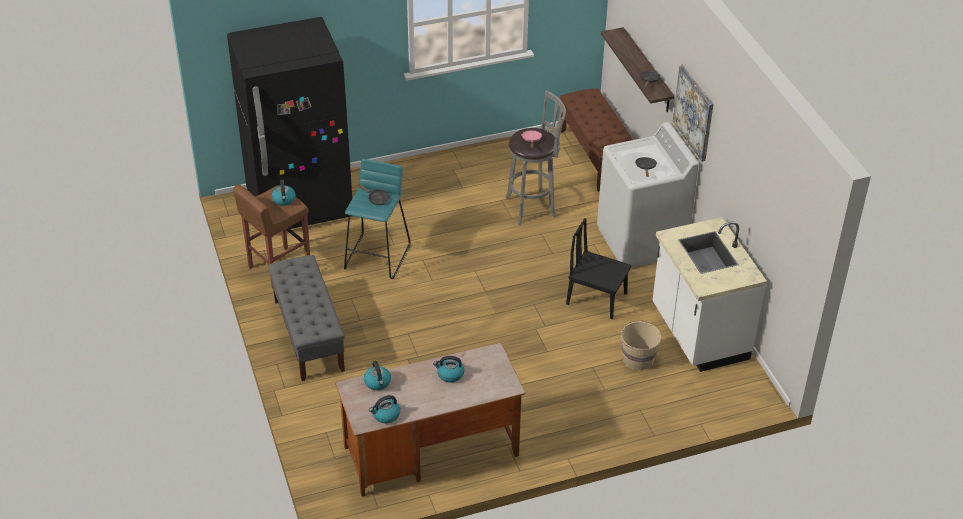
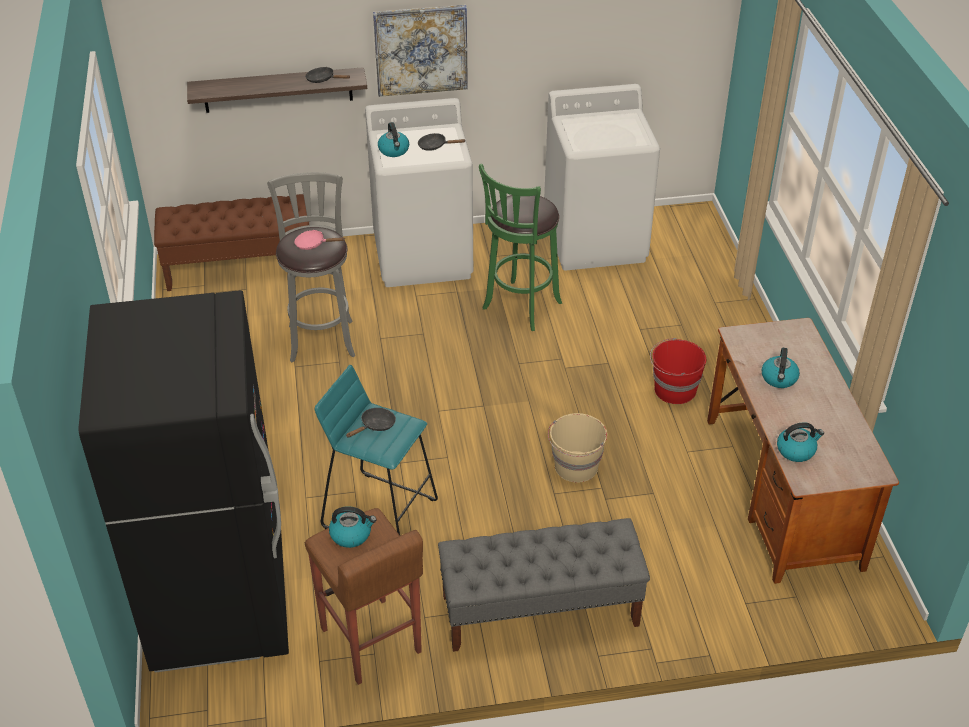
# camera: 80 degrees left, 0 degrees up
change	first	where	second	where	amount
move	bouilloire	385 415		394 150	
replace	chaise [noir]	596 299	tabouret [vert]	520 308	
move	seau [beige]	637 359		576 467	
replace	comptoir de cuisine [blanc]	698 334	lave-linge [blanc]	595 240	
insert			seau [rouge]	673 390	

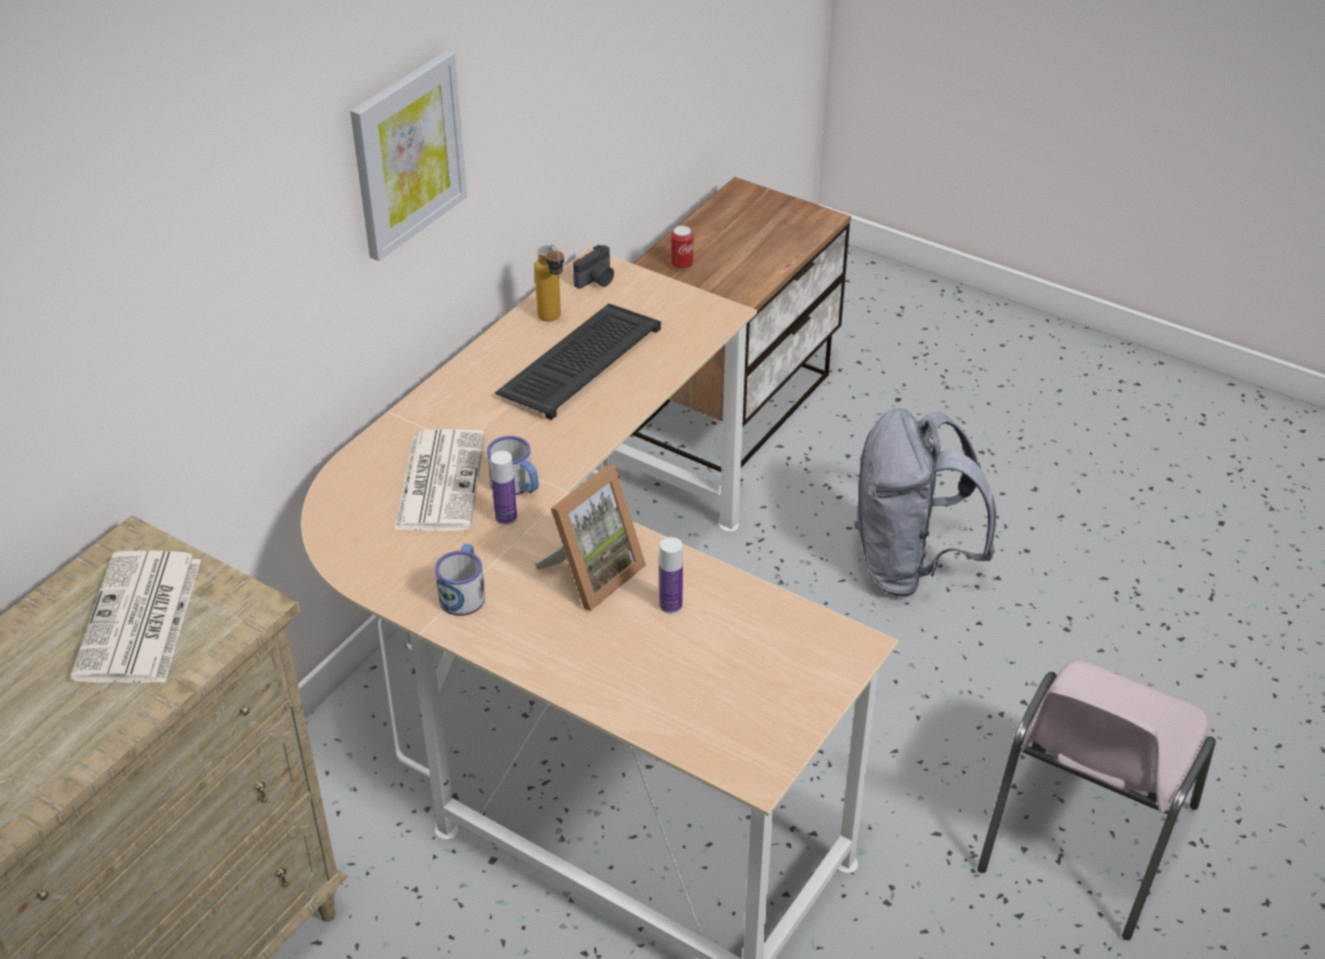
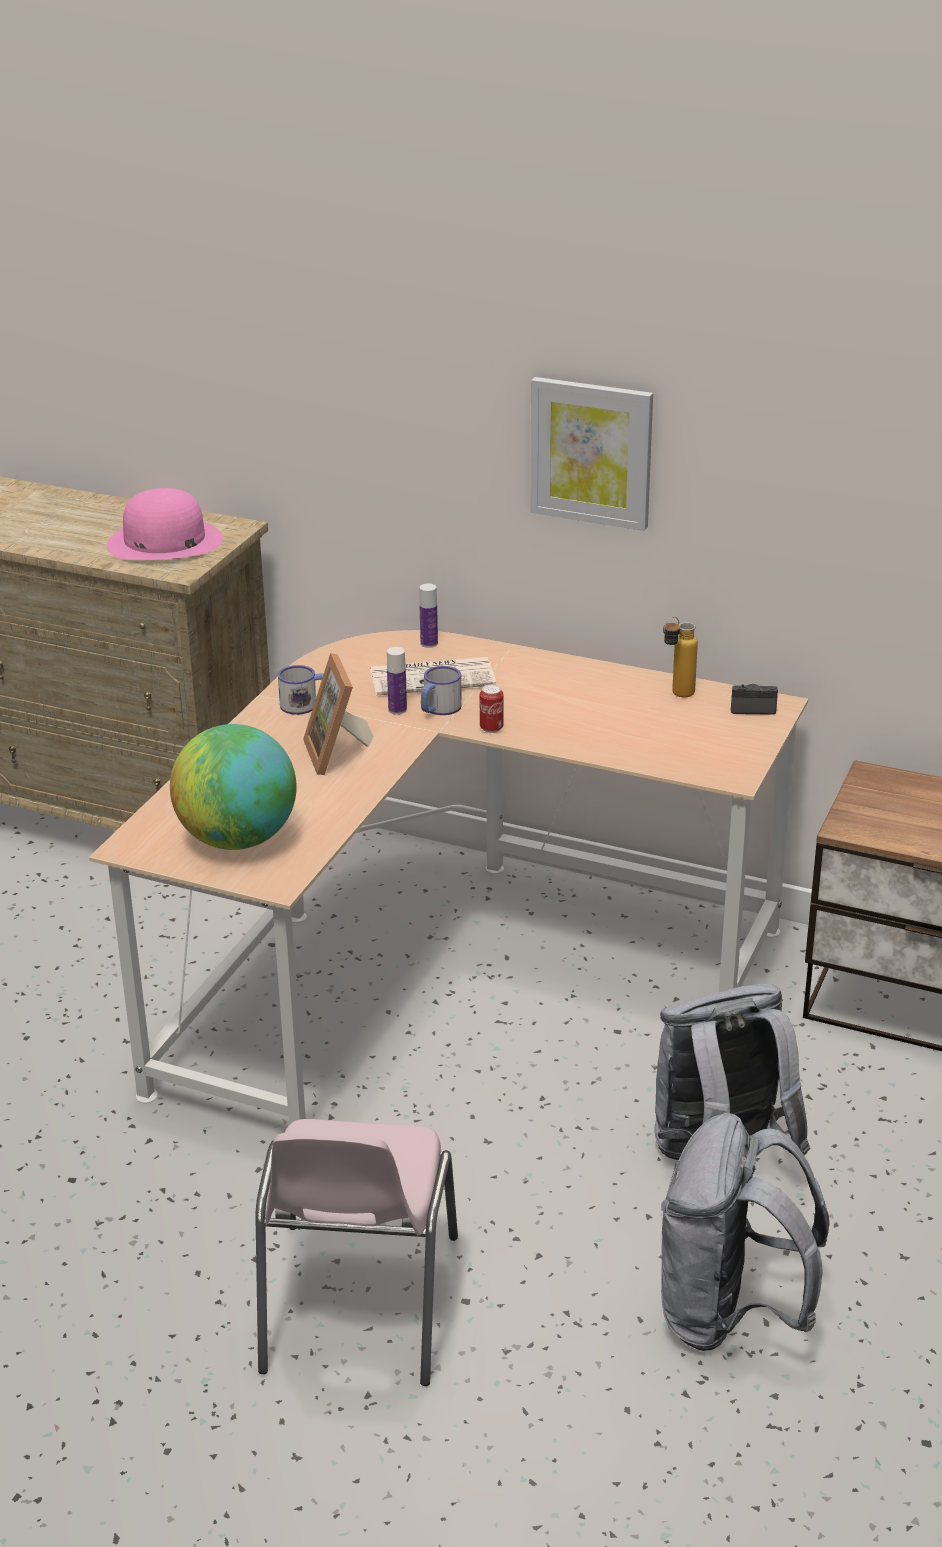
# camera: 80 degrees right, 10 degrees down
change	first	where	second	where	amount
replace	journal	139 620	chapeau [rose]	164 542	
delete	clavier	580 361			
rotate	cadre photo	591 574		339 754	45 degrees clockwise
rotate	appareil photo	596 280		752 708	150 degrees clockwise
move	bouteille	670 605		429 643	
move	boîte métallique	682 265		491 728	
rotate	chaise [rose]	1083 839		356 1305	105 degrees counterclockwise
insert			globe	237 839	
insert			sac à dos [gris]	730 1314	

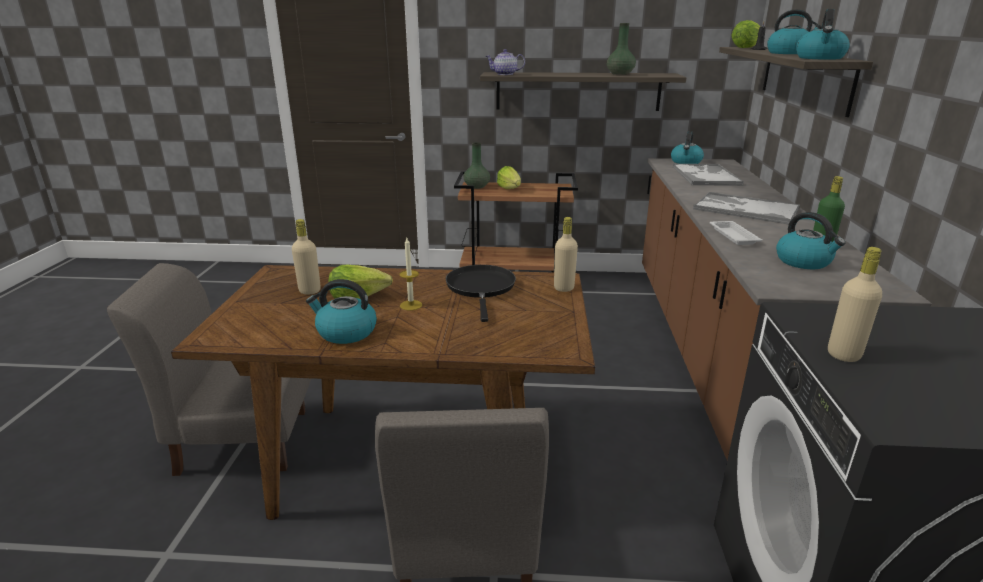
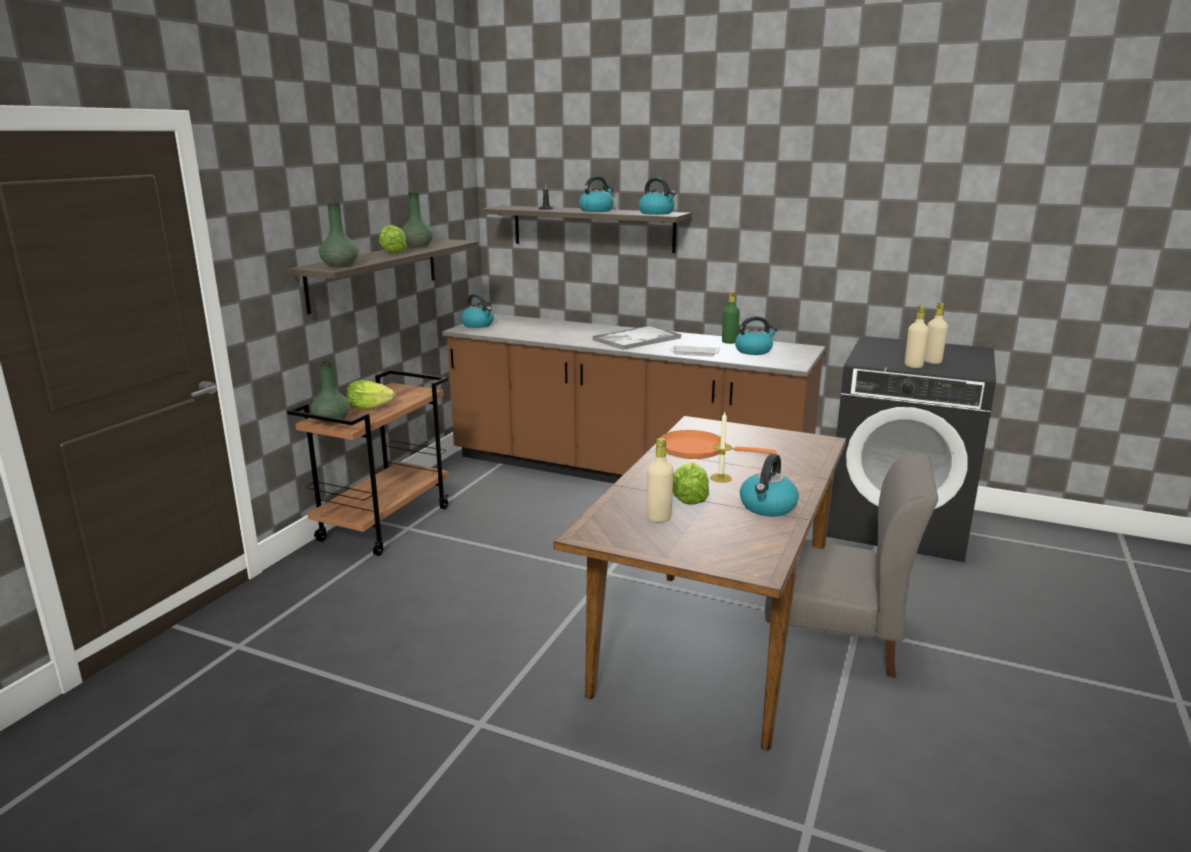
# camera: 70 degrees left, 5 degrees down
change	first	where	second	where	amount
delete	chaise [gris]	243 440			
recolor	poêle [noir]	481 288	poêle [orange]	697 449	
replace	théière	505 74	vase [vert]	340 266	
move	bouteille [beige]	564 288		932 362	
delete	plateau	705 176			
move	laitue	745 47		392 252	

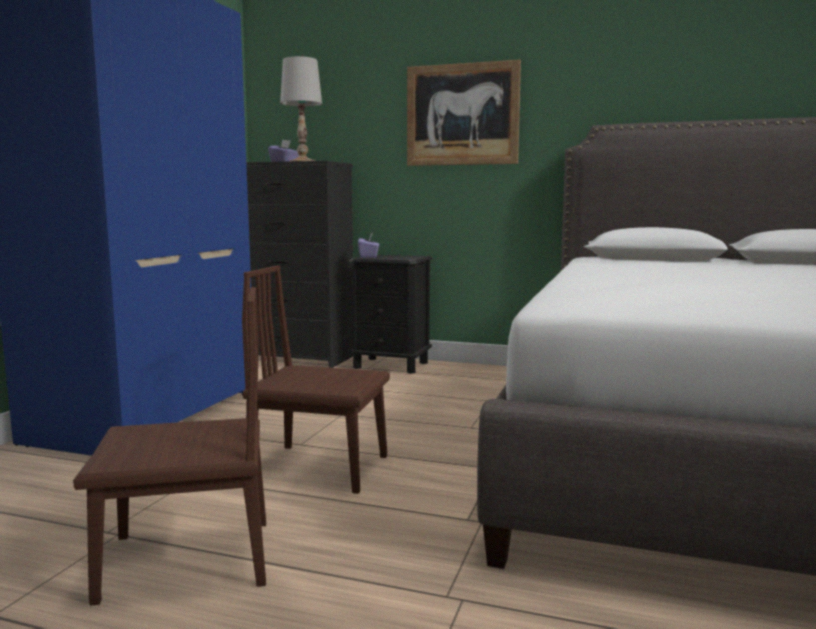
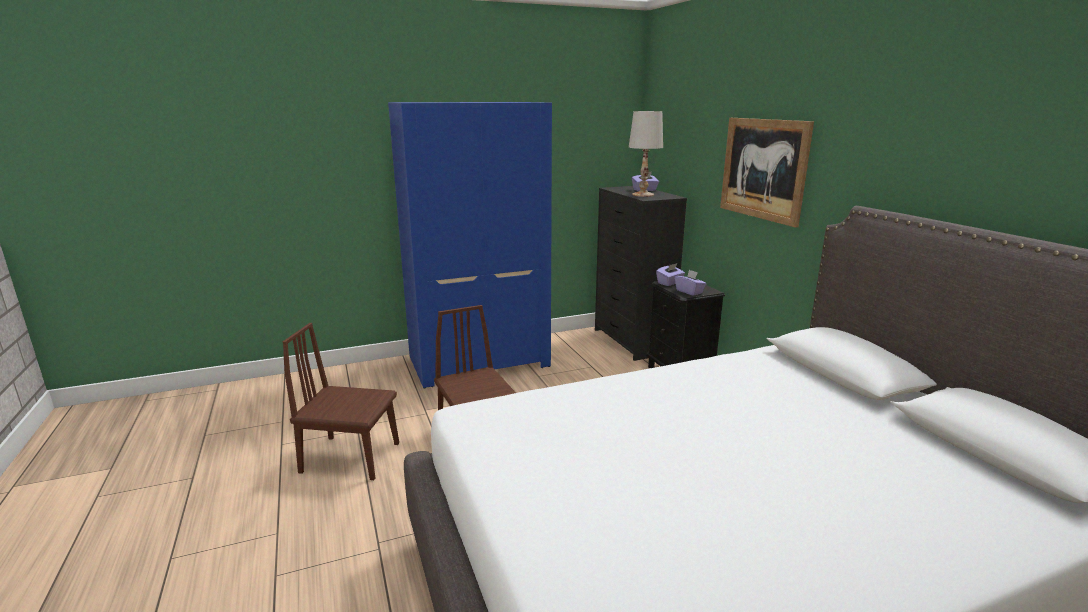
# camera: 50 degrees right, 10 degrees up
change	first	where	second	where	amount
rotate	chaise [marron]	187 560		351 457	150 degrees clockwise
insert			boîte à mouchoirs [violet]	689 292	

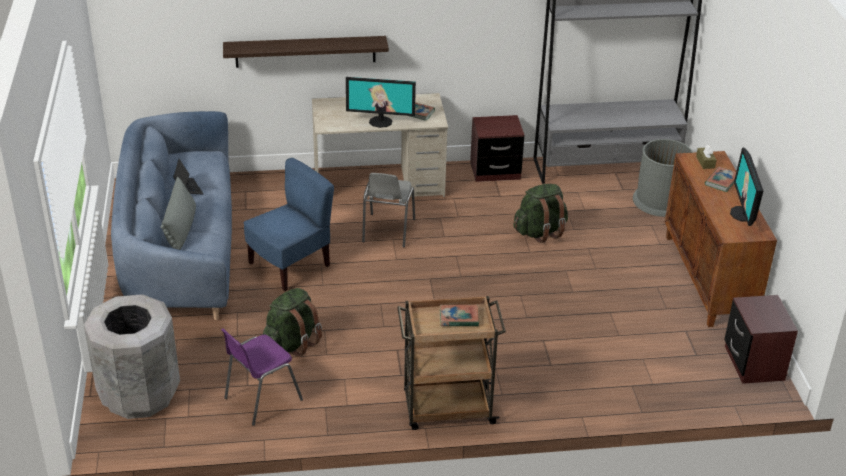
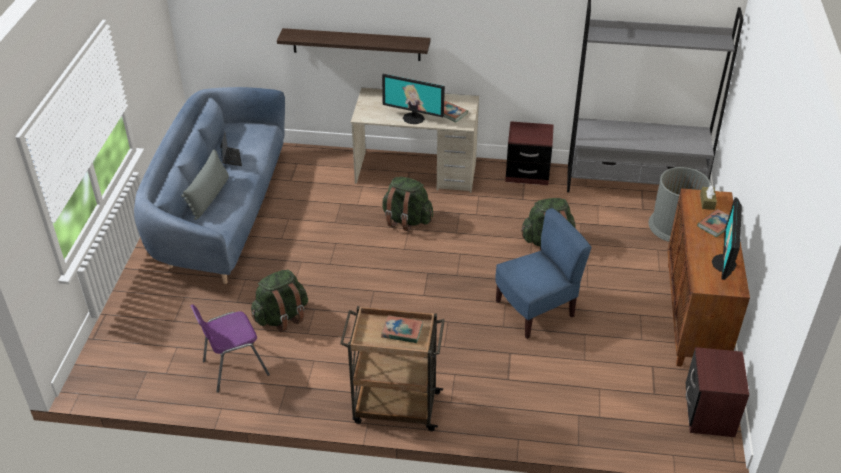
# camera: 15 degrees right, 5 degrees up
change	first	where	second	where	amount
delete	poubelle [gris]	139 395			
move	chaise [bleu]	290 265		535 310	
replace	chaise [gris]	387 231	sac à dos [vert]	406 220	

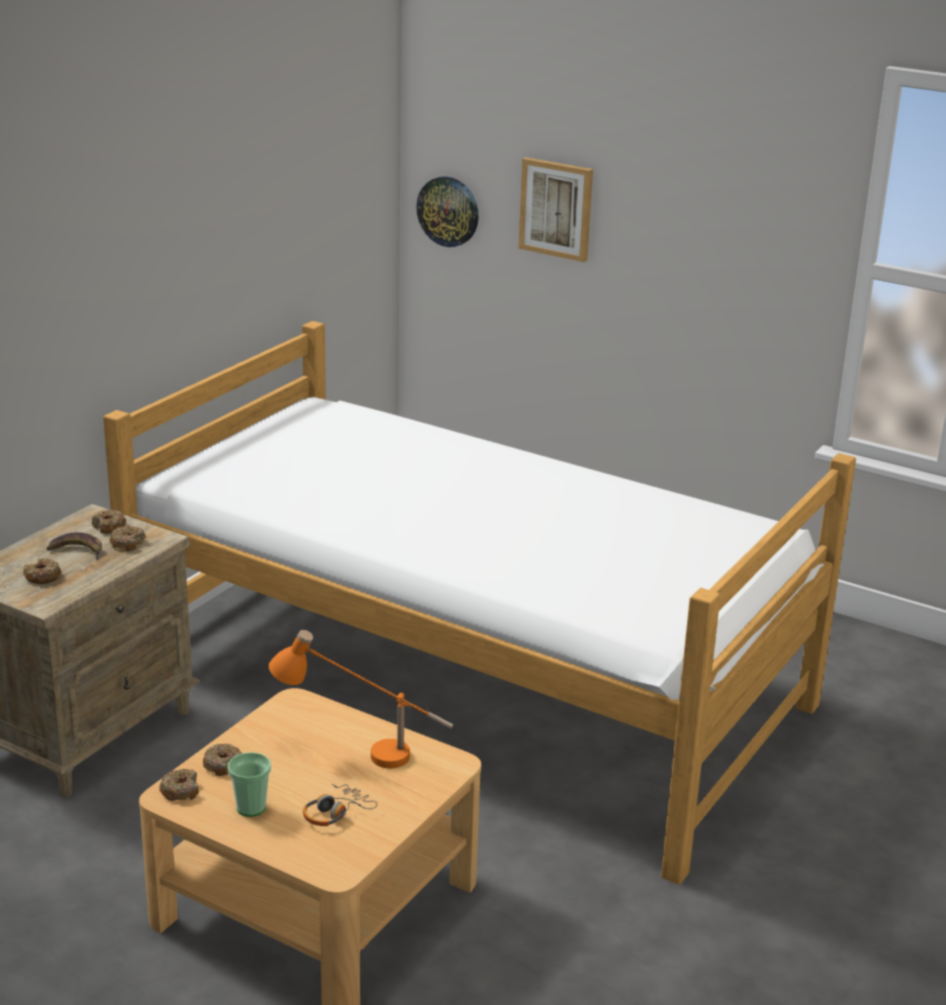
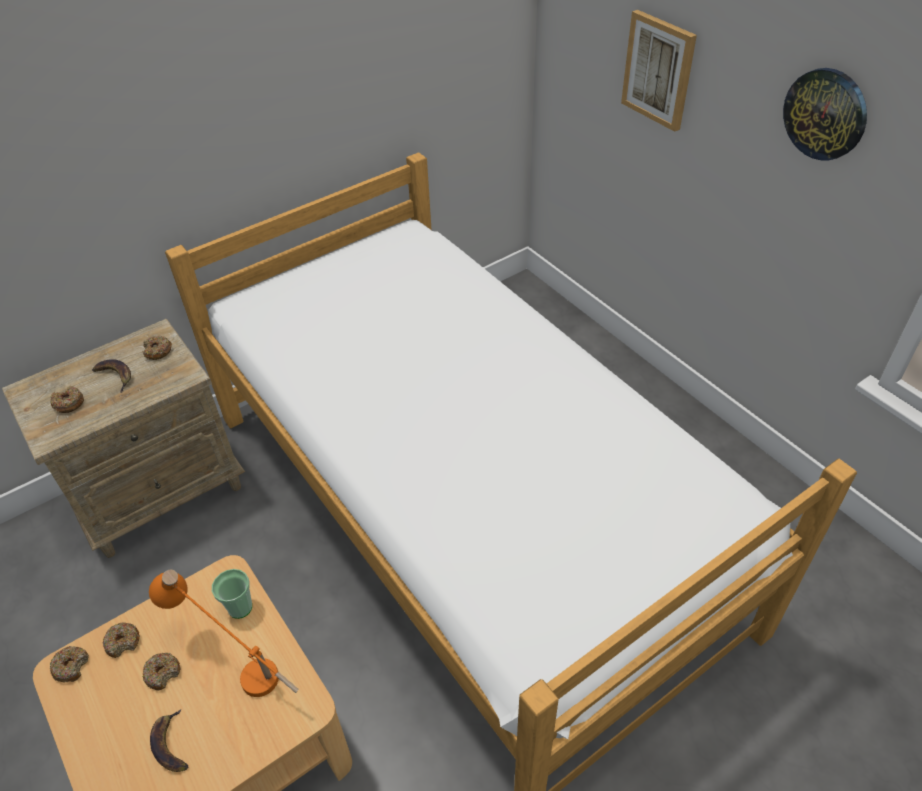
# camera: 25 degrees right, 20 degrees up
change	first	where	second	where	amount
move	beignet	127 543		163 673	
move	tasse	251 807		240 607	
replace	casque audio	336 813	banane	171 744	
move	horloge murale	448 211		825 114	

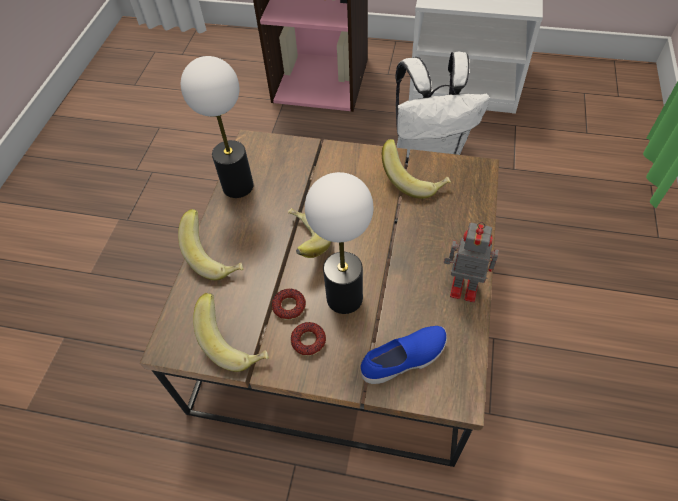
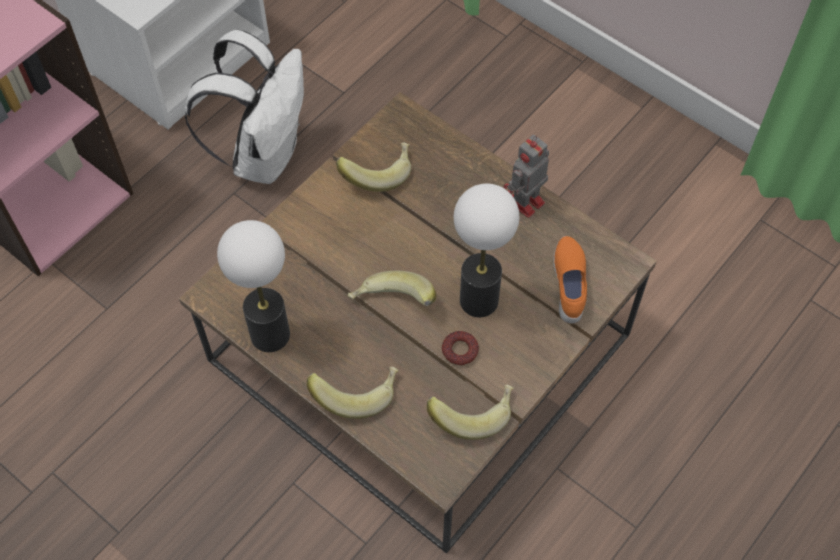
# camera: 65 degrees left, 5 degrees up
change	first	where	second	where	amount
delete	beignet	308 341			
recolor	chaussure [bleu]	404 360	chaussure [orange]	570 285	

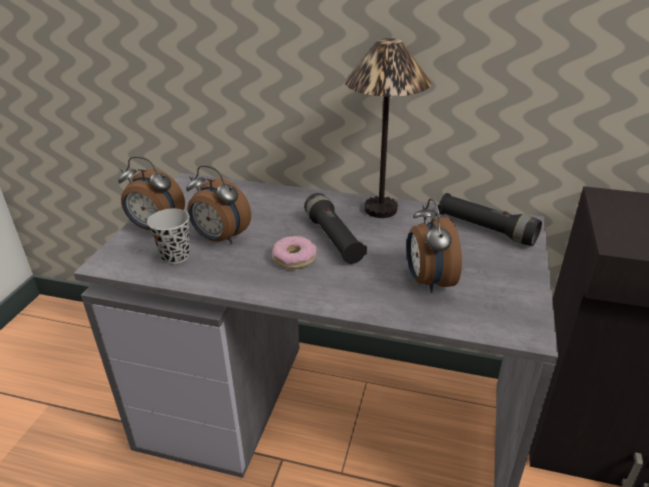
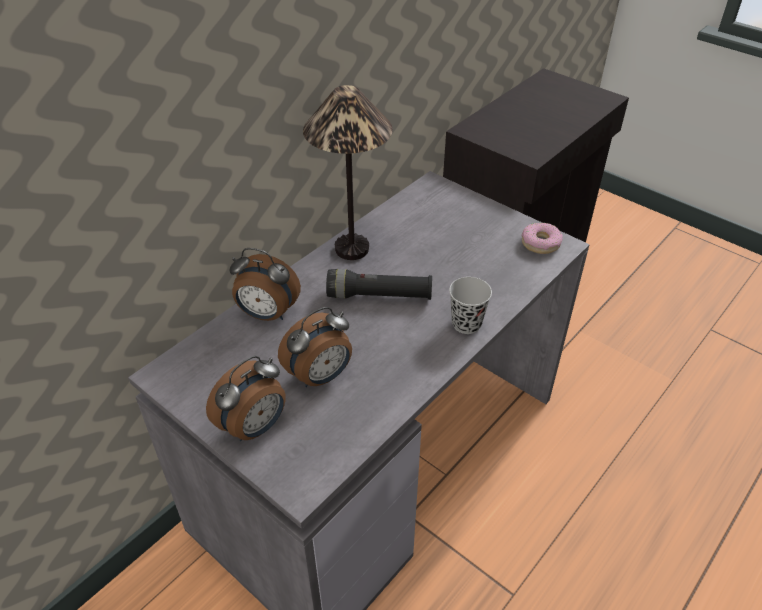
# camera: 65 degrees left, 10 degrees up
change	first	where	second	where	amount
move	tasse [noir]	175 256		466 324	
move	beignet	294 258		540 243	
move	réveil	428 281		267 314	
delete	lampe de poche [noir]	485 229			

